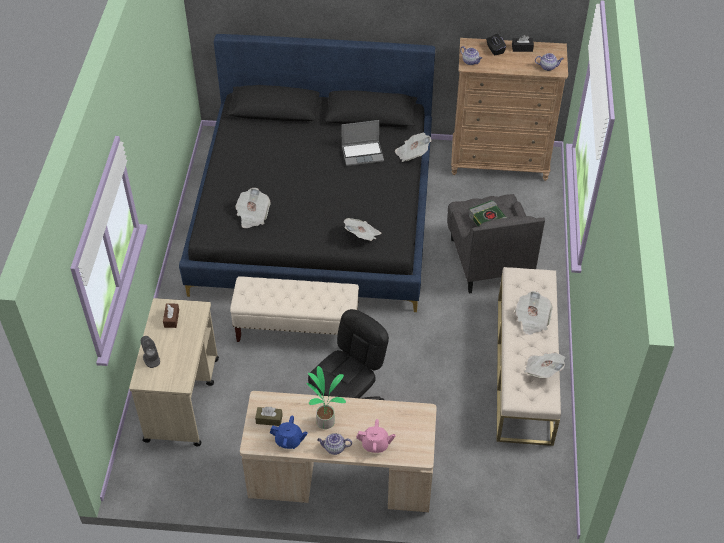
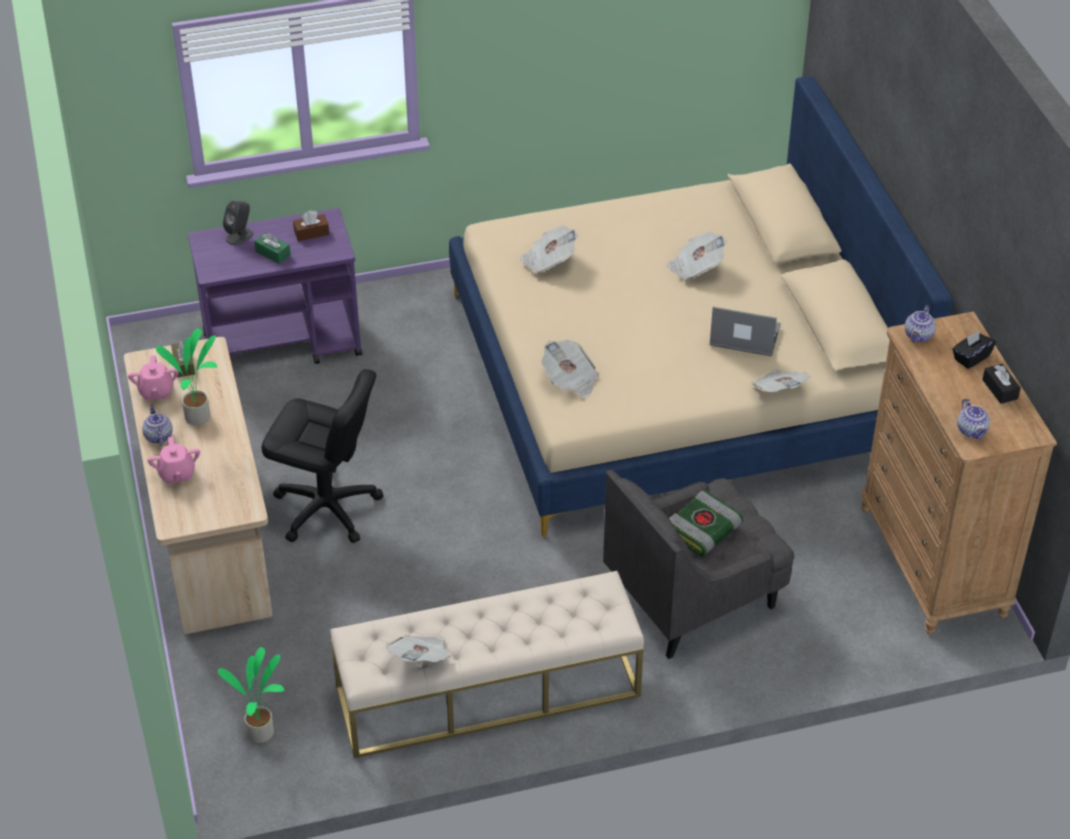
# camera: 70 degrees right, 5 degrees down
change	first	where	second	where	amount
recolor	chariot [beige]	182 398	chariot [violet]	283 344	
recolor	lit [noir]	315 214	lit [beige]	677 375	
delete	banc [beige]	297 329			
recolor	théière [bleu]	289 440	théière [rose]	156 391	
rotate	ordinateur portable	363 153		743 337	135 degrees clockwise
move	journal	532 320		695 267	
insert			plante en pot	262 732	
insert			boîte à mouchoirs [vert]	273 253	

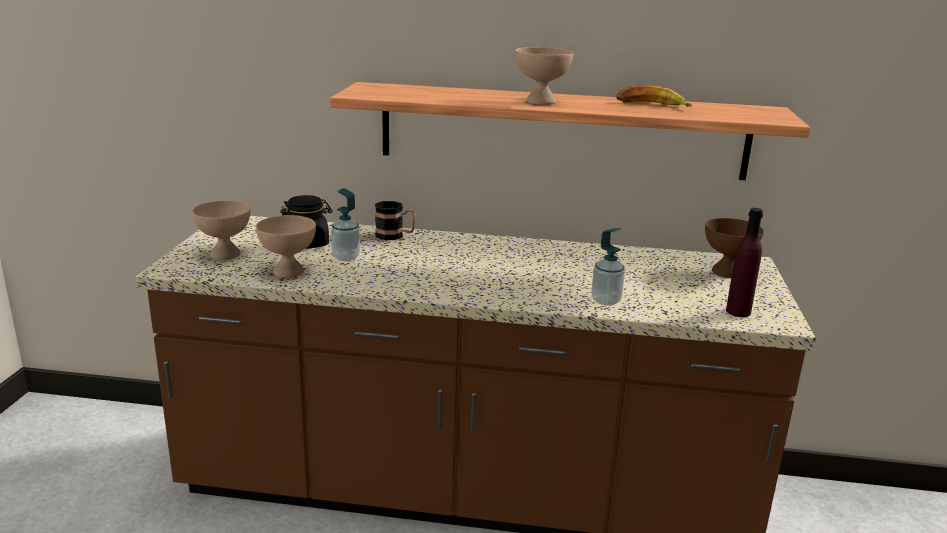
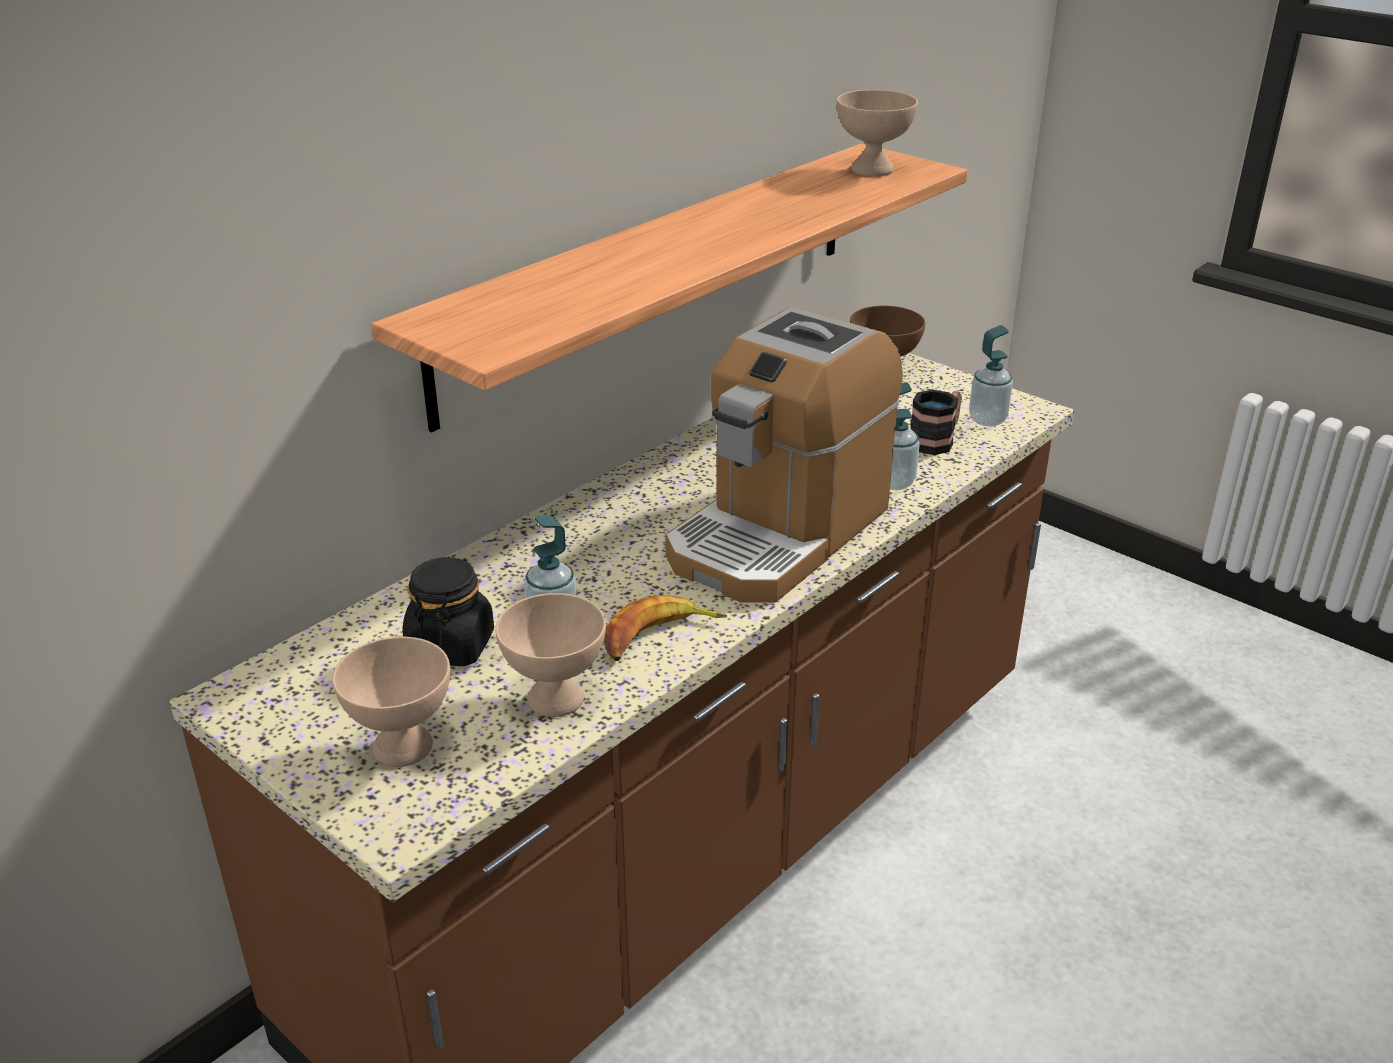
# camera: 55 degrees left, 10 degrees up
change	first	where	second	where	amount
move	mug	395 235		936 440	
move	bol [beige]	542 102		873 169	
move	banane	652 105		658 637	
replace	bouteille [violet]	738 311	distributeur de savon	987 420	
insert			machine à café	779 533	

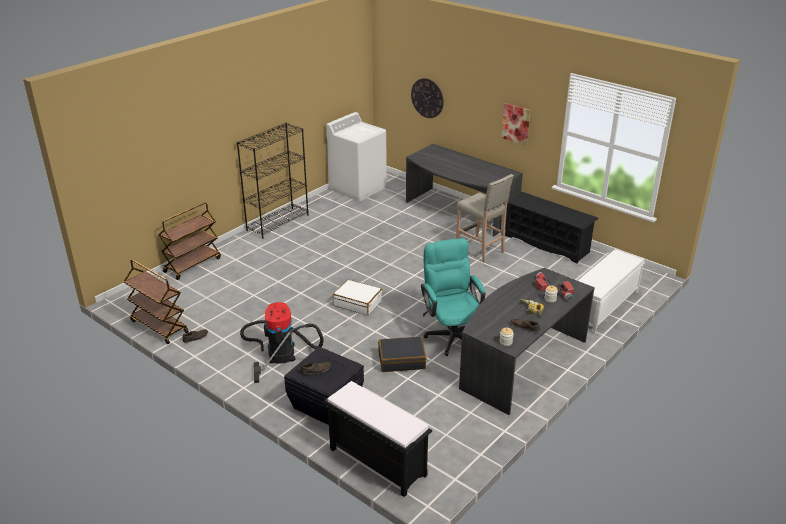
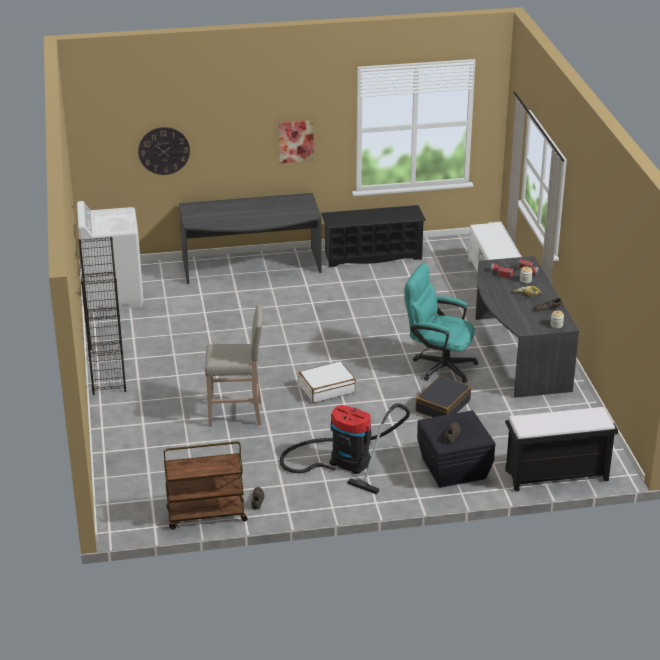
# camera: 50 degrees left, 0 degrees up
change	first	where	second	where	amount
delete	chariot [marron]	192 265			
move	tabouret [beige]	480 250		237 414	

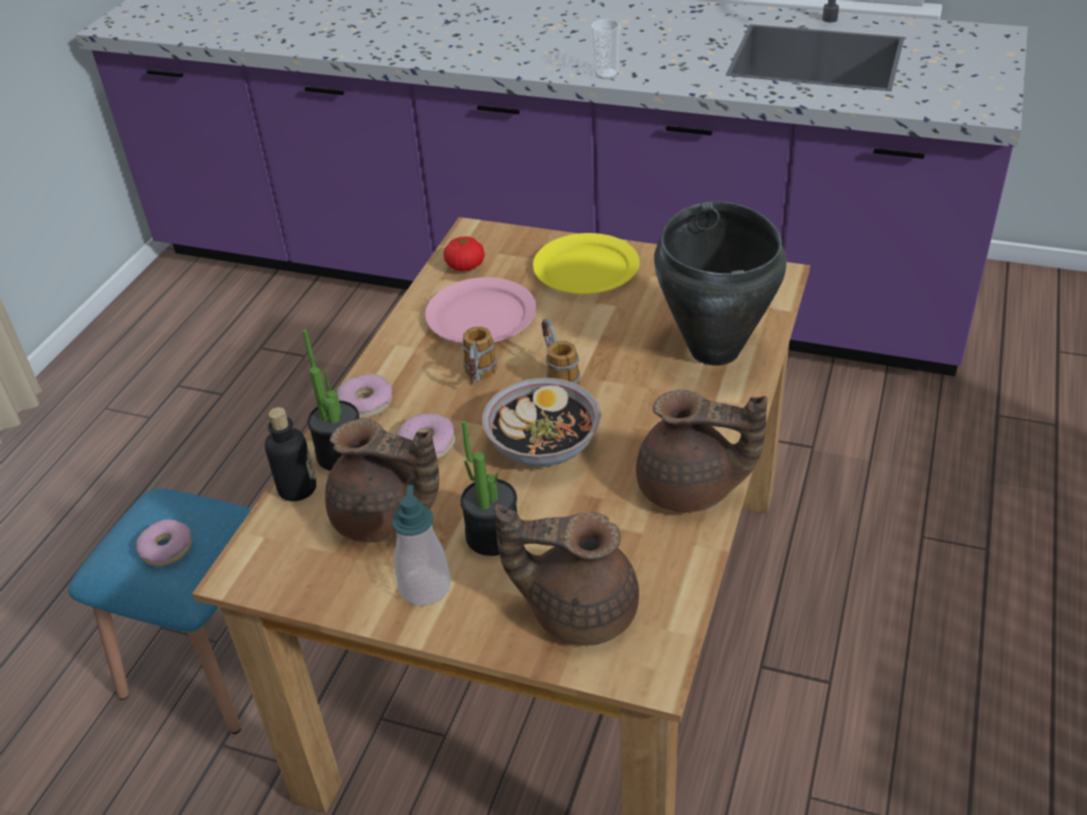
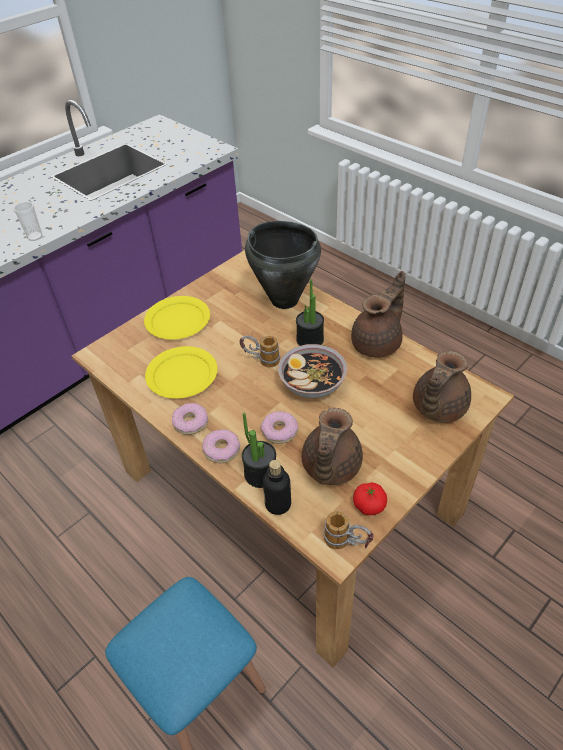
# camera: 65 degrees left, 5 degrees up
change	first	where	second	where	amount
move	beignet	167 549		191 422	
rotate	théière [marron]	384 519		329 468	150 degrees clockwise
delete	distributeur de savon	425 587			
recolor	assiette [rose]	480 316	assiette [jaune]	181 375	
move	tomate	465 266		369 505	
move	plante en pot	493 536		310 340	
move	mug	479 379		347 543	

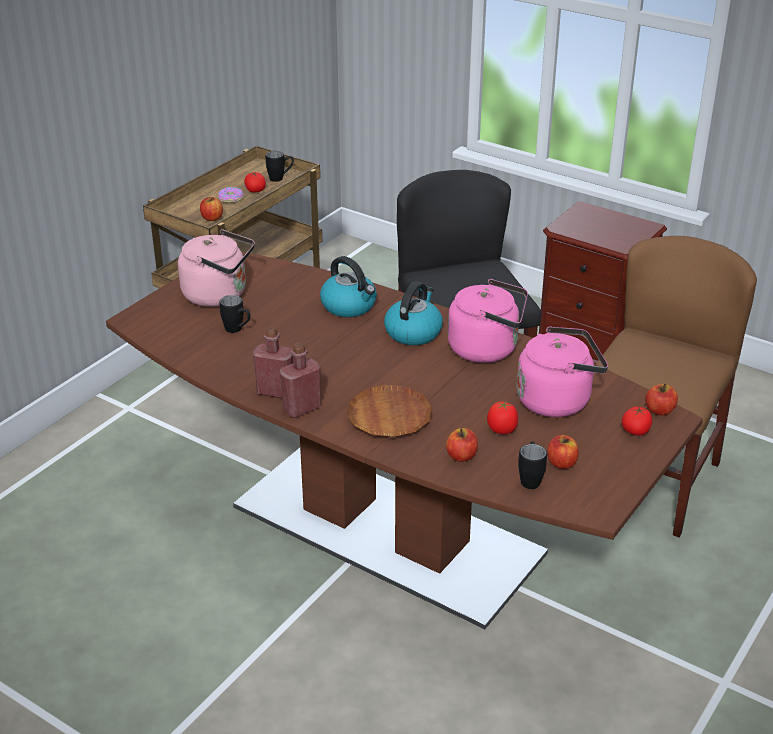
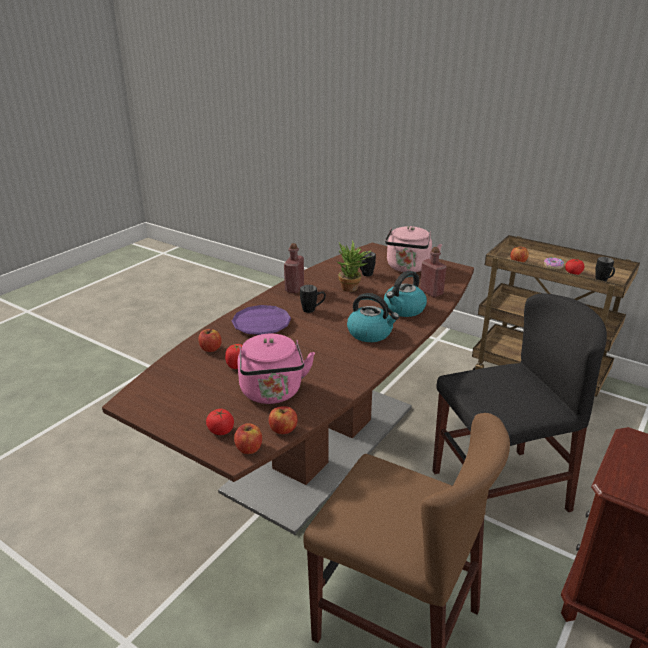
# camera: 90 degrees right, 5 degrees down
change	first	where	second	where	amount
move	bouteille [rouge]	301 408		431 292	
recolor	assiette [marron]	389 416	assiette [violet]	261 324	
delete	bouilloire [rose]	487 349			
move	mug [noir]	530 478		313 310	
move	pomme	561 463		283 429	
insert			plante en pot	352 289	

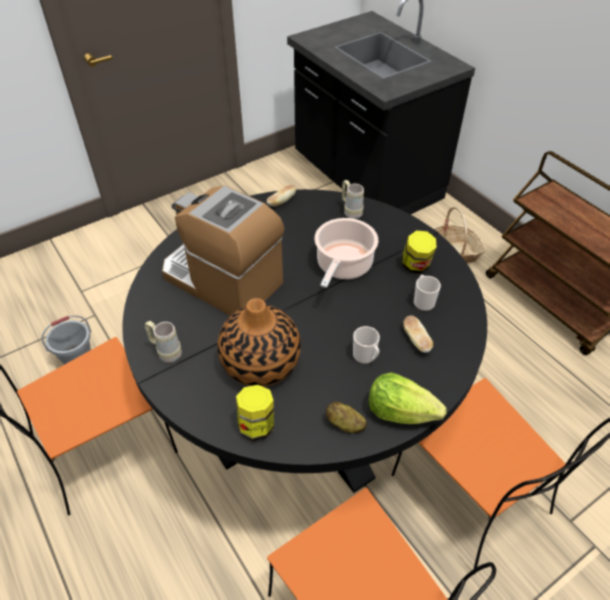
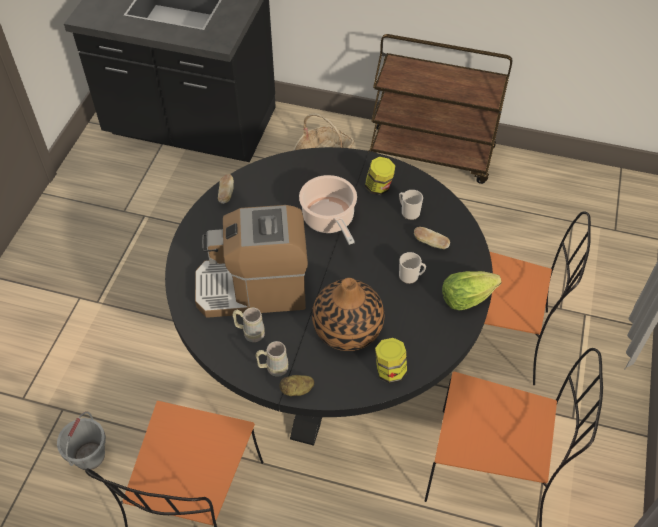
# camera: 40 degrees left, 5 degrees up
change	first	where	second	where	amount
move	pomme de terre	345 424		297 390	
move	mug [beige]	350 211		250 333	

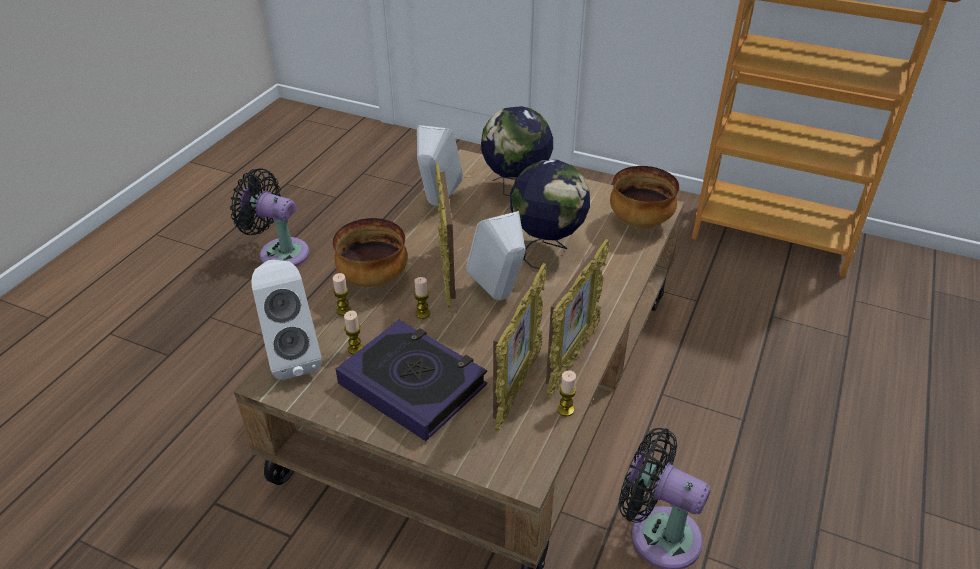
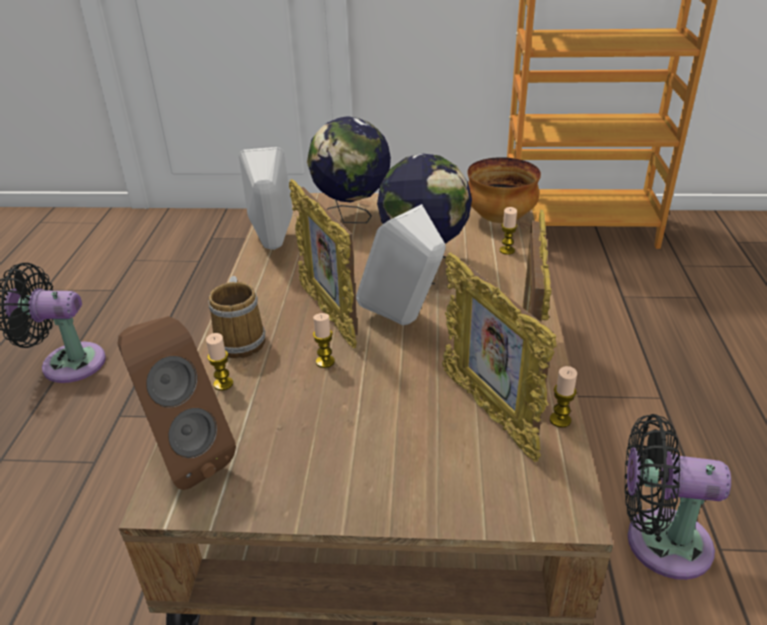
# camera: 20 degrees left, 5 degrees down
change	first	where	second	where	amount
recolor	enceinte [blanc]	293 357	enceinte [marron]	183 457	
replace	bol	374 279	mug	242 340	
delete	livre	413 384			
move	bougie	355 349		507 250	
rotate	cadre photo	517 388		489 413	150 degrees clockwise

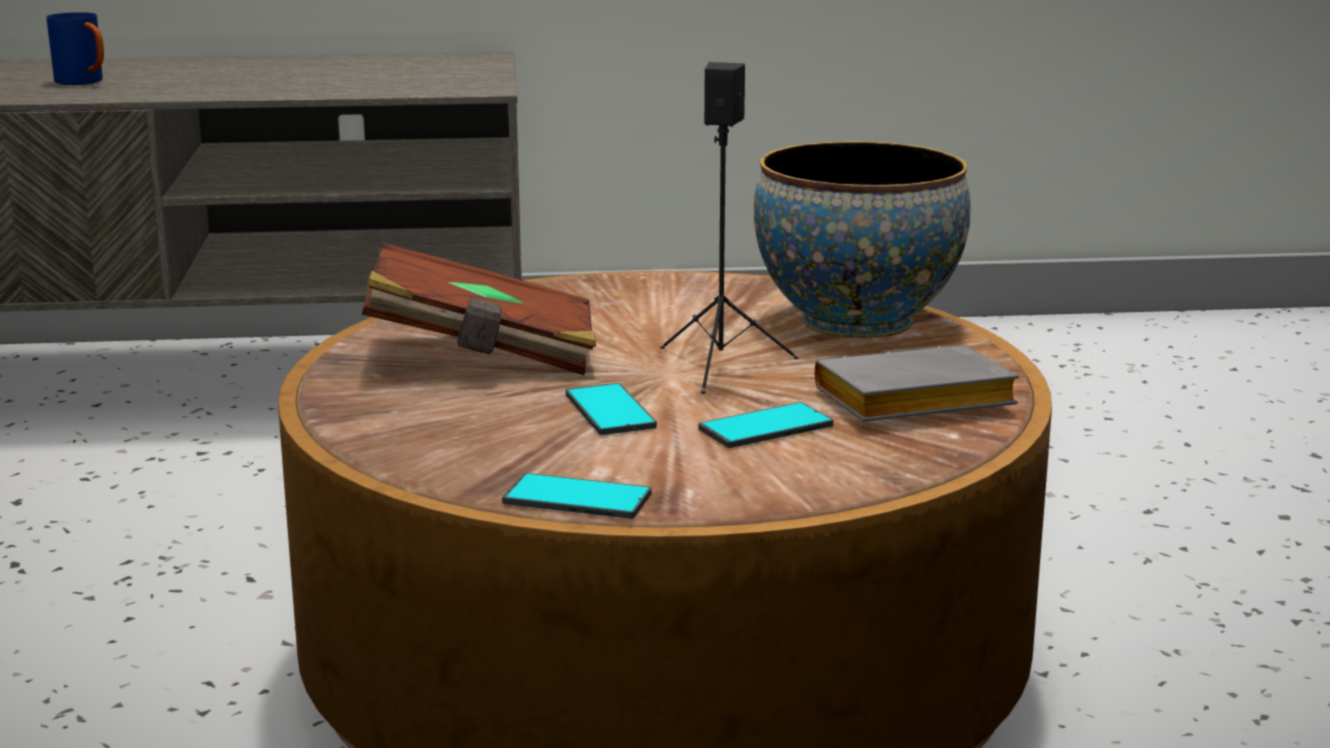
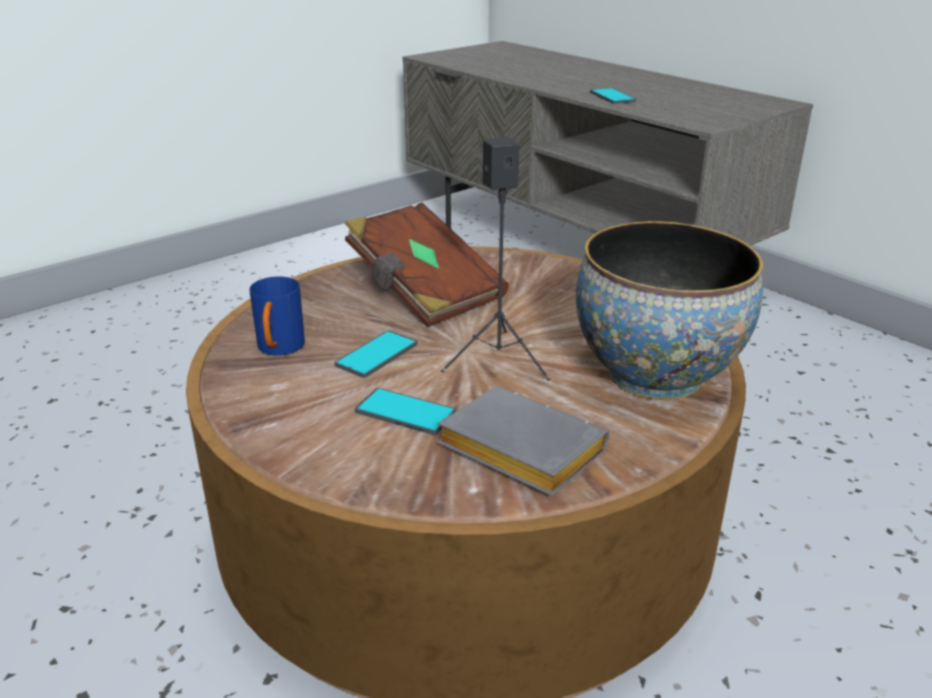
# camera: 55 degrees right, 10 degrees up
change	first	where	second	where	amount
move	mug [bleu]	85 82		279 350	
move	téléphone	577 499		612 97	

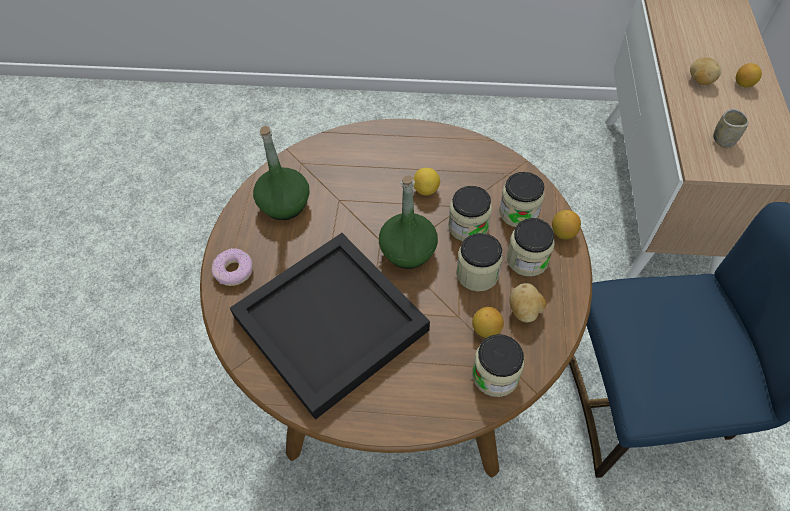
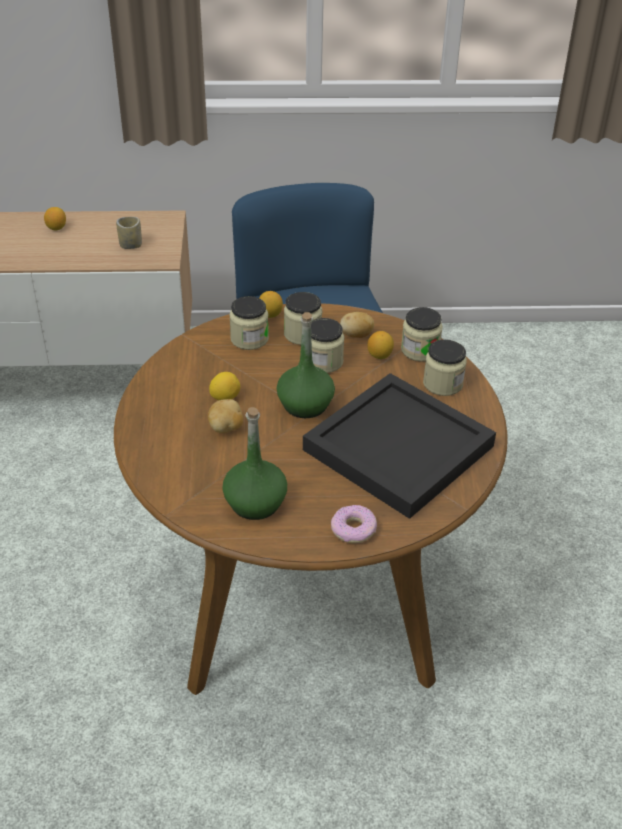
# camera: 100 degrees left, 15 degrees down
change	first	where	second	where	amount
move	bocal	468 226		442 383	
move	pomme de terre	700 80		226 428	

